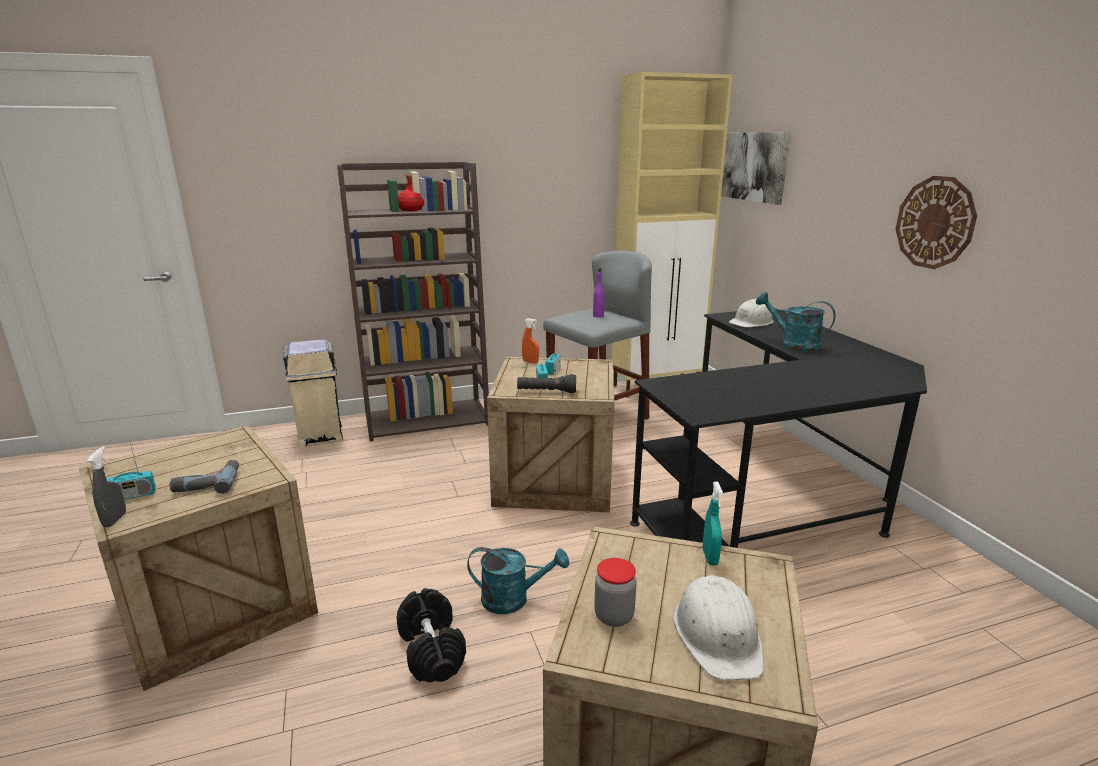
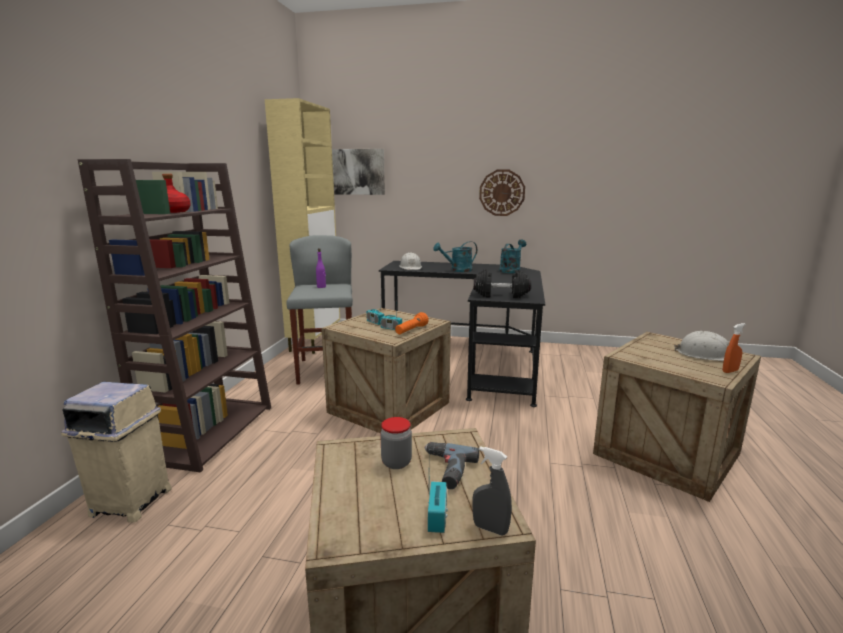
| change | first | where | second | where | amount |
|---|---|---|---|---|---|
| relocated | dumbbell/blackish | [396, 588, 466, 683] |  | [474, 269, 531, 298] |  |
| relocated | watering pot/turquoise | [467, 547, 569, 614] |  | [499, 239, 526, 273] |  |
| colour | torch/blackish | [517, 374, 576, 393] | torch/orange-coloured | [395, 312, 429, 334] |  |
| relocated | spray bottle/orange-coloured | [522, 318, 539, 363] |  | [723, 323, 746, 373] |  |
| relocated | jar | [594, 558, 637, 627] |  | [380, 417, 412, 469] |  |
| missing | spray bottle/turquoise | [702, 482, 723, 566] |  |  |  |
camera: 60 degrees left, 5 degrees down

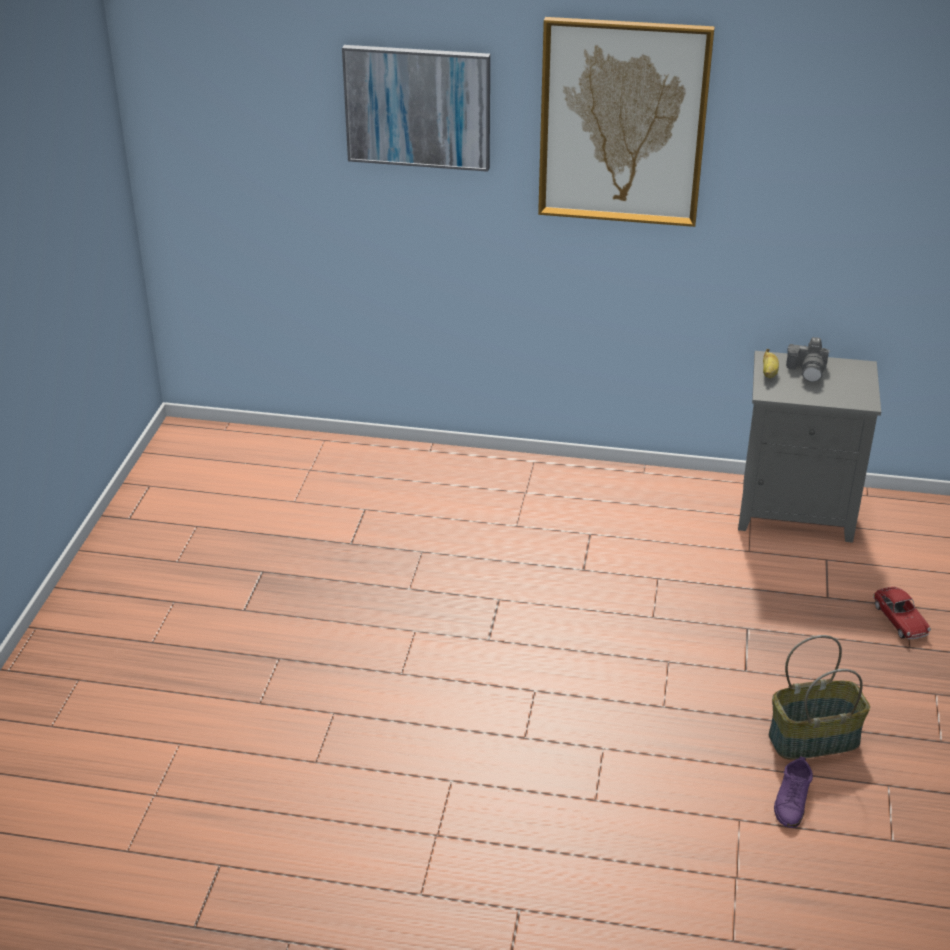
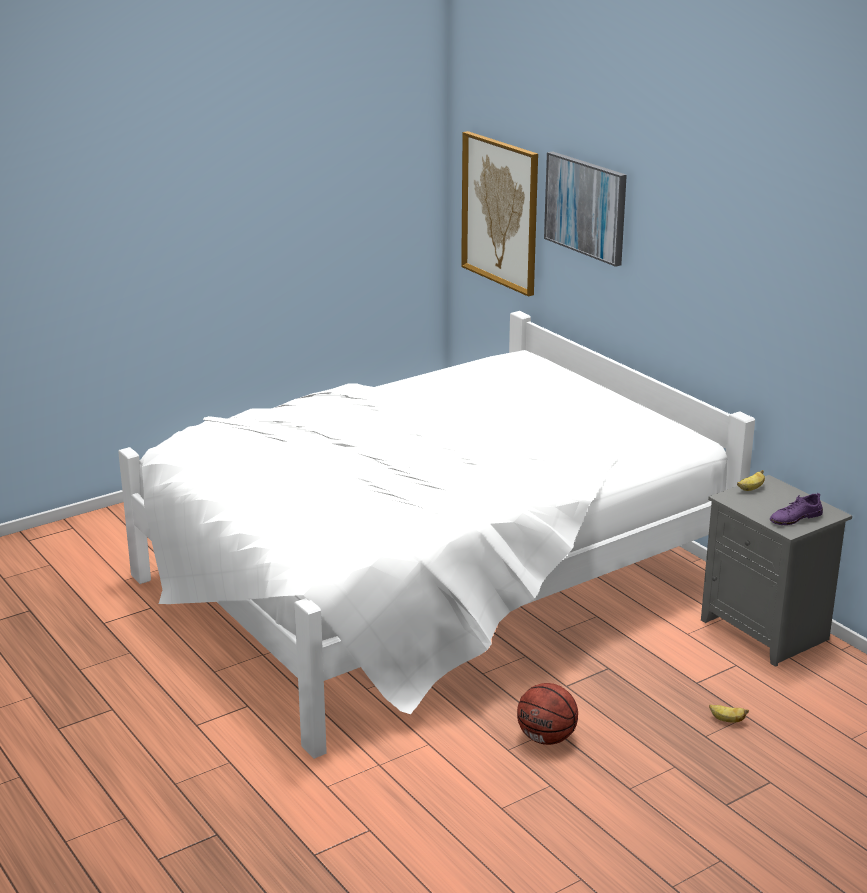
| change | first | where | second | where | amount |
|---|---|---|---|---|---|
| relocated | picture | [538, 17, 715, 227] |  | [461, 131, 538, 296] |  |
| exchanged | basket | [769, 635, 870, 760] | basketball ball | [517, 683, 578, 745] |  |
| relocated | low shoe/purplish | [774, 756, 813, 828] |  | [770, 493, 823, 525] |  |
| missing | still camera | [786, 337, 830, 382] |  |  |  |
| exchanged | miniature car | [873, 587, 931, 639] | whole banana | [709, 704, 749, 723] |  |
| appeared |  |  | sleeping bed/white | [118, 311, 755, 759] |  |
camera: 45 degrees right, 10 degrees down

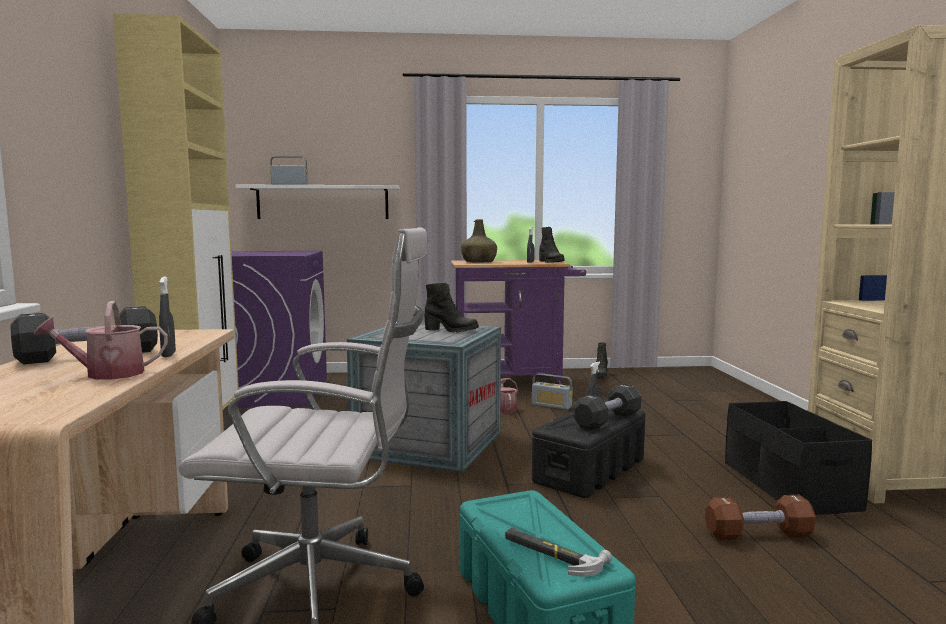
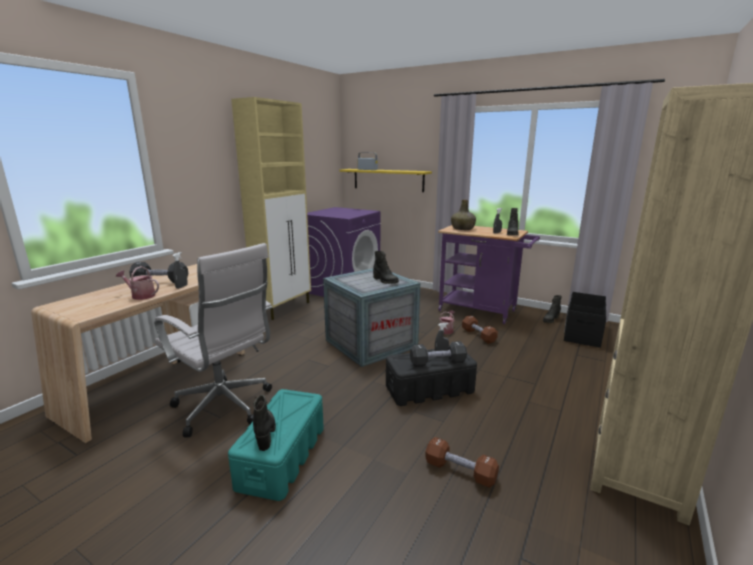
| change | first | where | second | where | amount |
|---|---|---|---|---|---|
| colour | wall shelf/white | [235, 185, 400, 219] | wall shelf/yellow-coloured | [340, 169, 432, 192] |  |
| exchanged | hand hammer | [505, 527, 612, 577] | tall boot/blackish | [253, 395, 276, 451] |  |
| exchanged | radio receiver | [532, 373, 573, 410] | dumbbell/brown | [462, 315, 498, 344] |  |
| relocated | storage bin/blackish | [725, 401, 872, 515] |  | [564, 292, 606, 348] |  |
camera: 35 degrees right, 10 degrees up

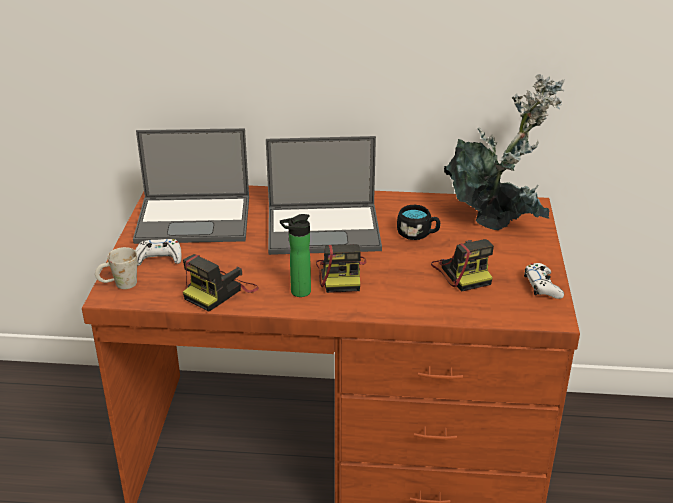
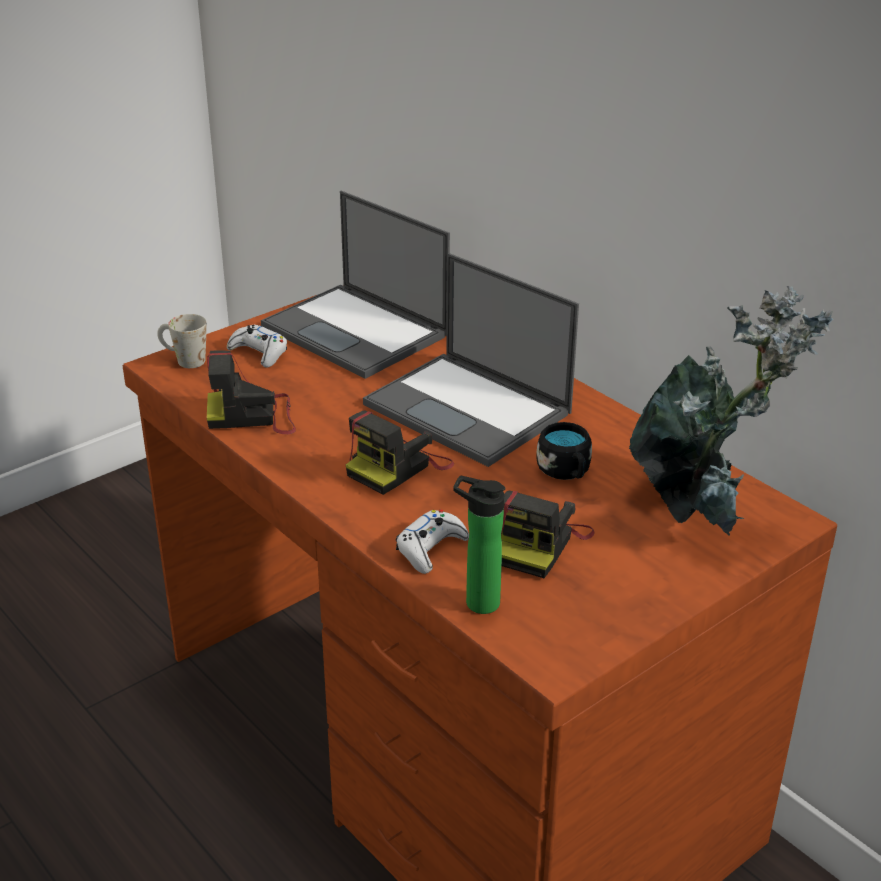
| change | first | where | second | where | amount |
|---|---|---|---|---|---|
| relocated | beverage bottle | [280, 214, 311, 297] |  | [453, 476, 505, 614] |  |
| relocated | game controller/white | [524, 263, 564, 299] |  | [396, 510, 469, 574] |  |
camera: 45 degrees right, 0 degrees up

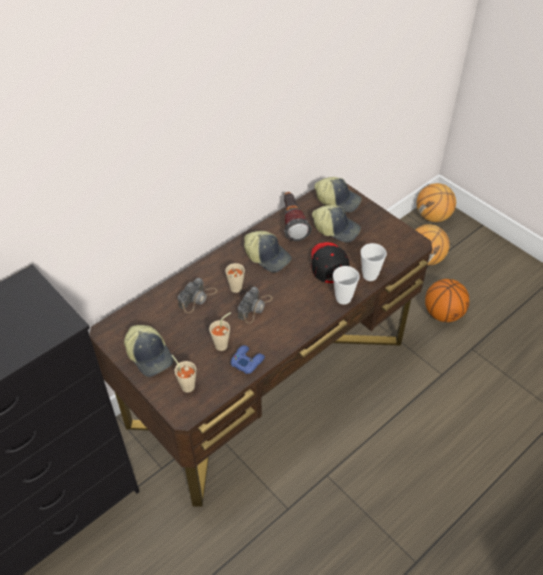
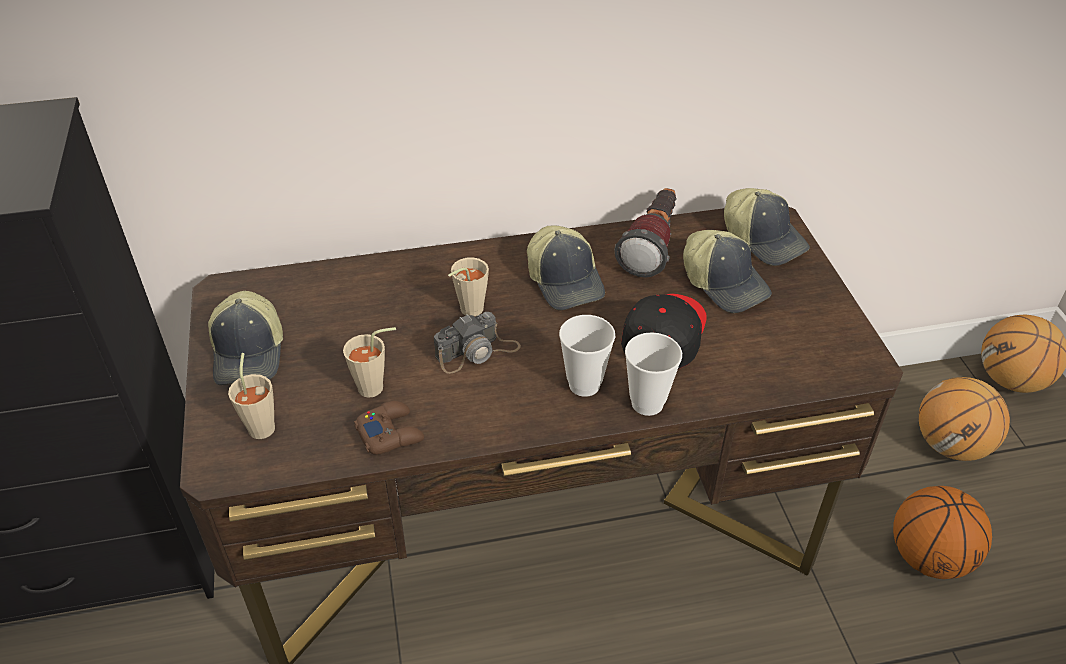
| change | first | where | second | where | amount |
|---|---|---|---|---|---|
| missing | still camera | [178, 278, 217, 313] |  |  |  |
| colour | game controller/blue-coloured | [231, 345, 265, 374] | game controller/brown | [354, 401, 424, 455] |  |
| relocated | drinking cup | [361, 243, 387, 281] |  | [559, 315, 615, 397] |  |
camera: 30 degrees right, 5 degrees down

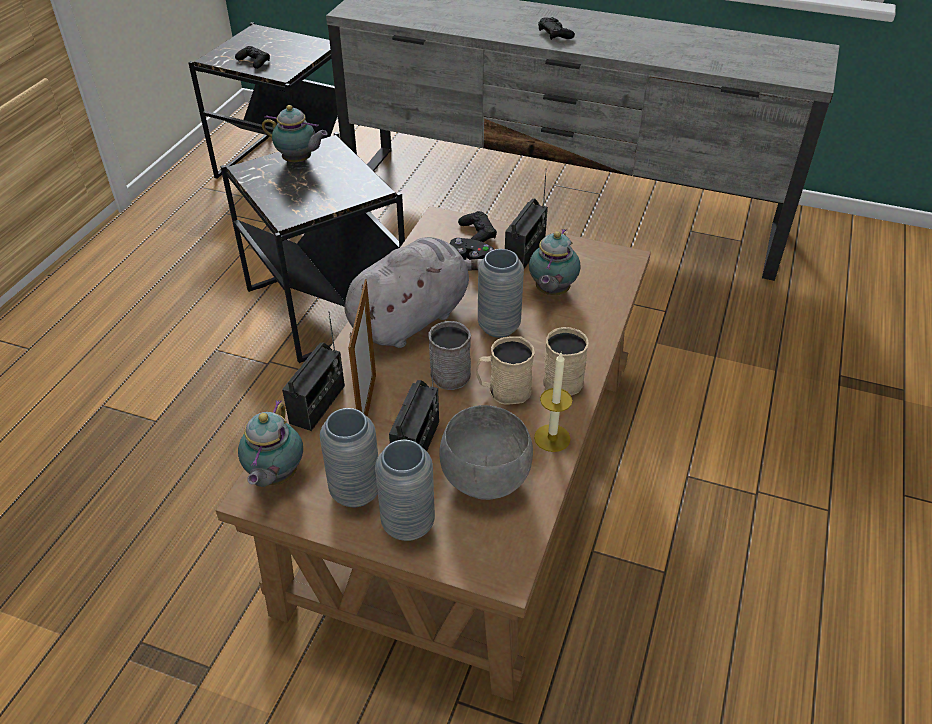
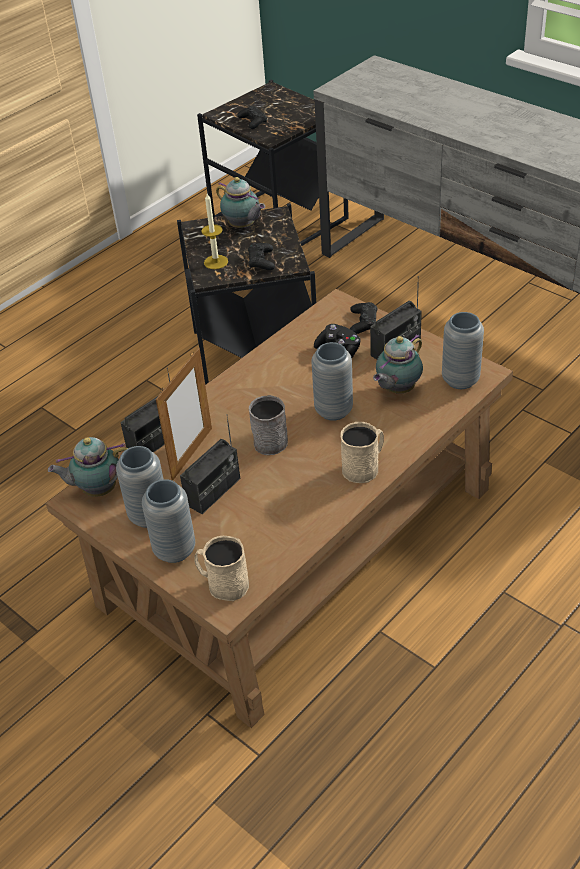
| change | first | where | second | where | amount |
|---|---|---|---|---|---|
| spun | pot for tea | [238, 400, 303, 487] |  | [48, 437, 128, 497] | 45 degrees clockwise |
| missing | cuddly toy/grey | [345, 237, 483, 348] |  |  |  |
| missing | deep dish/grey | [439, 405, 533, 500] |  |  |  |
| relocated | coffee mug/beige-coloured | [476, 336, 535, 404] |  | [194, 536, 249, 601] |  |
| relocated | wax light | [534, 353, 572, 452] |  | [201, 193, 228, 269] |  |
| relocated | game controller/blackish | [538, 17, 575, 40] |  | [248, 243, 275, 270] |  |
| appeared |  |  | decorative vase/grey | [442, 312, 484, 389] |  |
camera: 25 degrees right, 0 degrees up

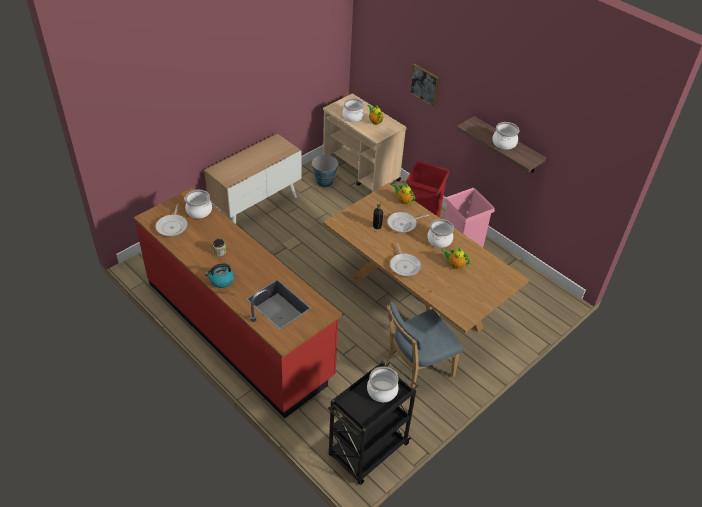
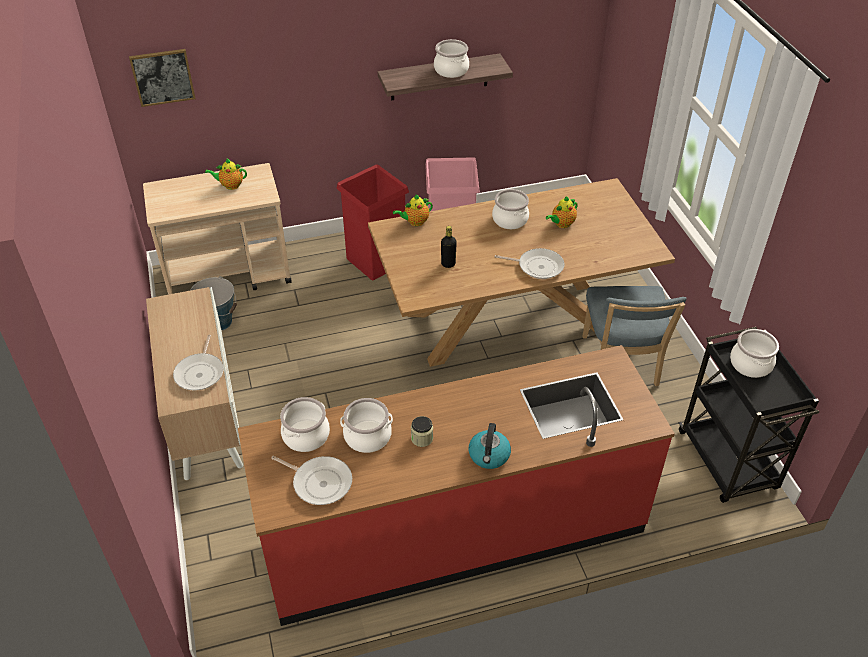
| change | first | where | second | where | amount |
|---|---|---|---|---|---|
| relocated | saucepot | [342, 98, 364, 122] |  | [340, 398, 393, 453] |  |
| relocated | frying pan | [387, 212, 429, 233] |  | [173, 335, 224, 390] |  |
| relocated | picture | [409, 64, 439, 107] |  | [129, 49, 196, 107] |  |
camera: 60 degrees left, 0 degrees up

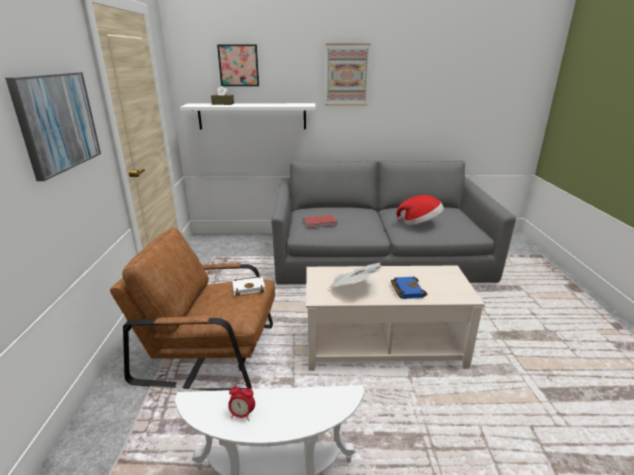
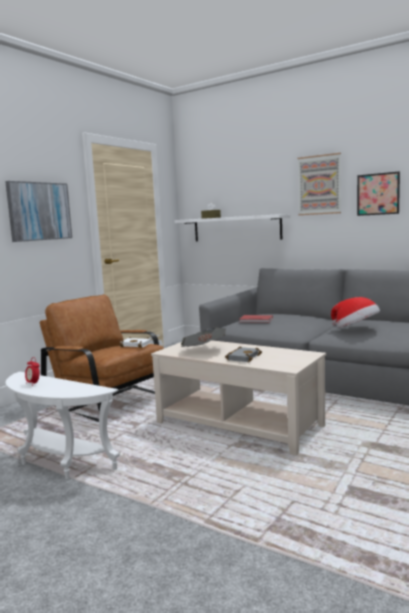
| change | first | where | second | where | amount |
|---|---|---|---|---|---|
| relocated | picture | [217, 45, 259, 86] |  | [357, 171, 400, 216] |  |
| colour | volume/blue-coloured | [391, 277, 427, 299] | volume/grey | [225, 346, 262, 362] |  |
camera: 35 degrees right, 15 degrees down

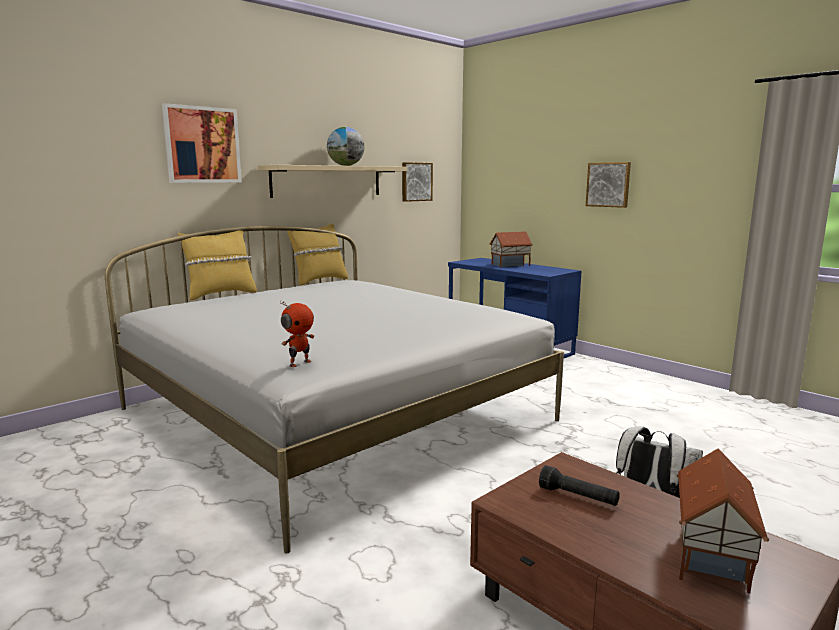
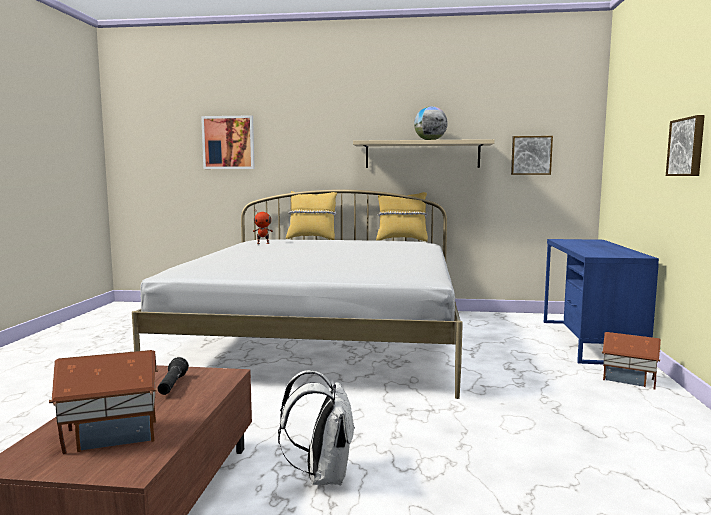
| change | first | where | second | where | amount |
|---|---|---|---|---|---|
| relocated | picture | [162, 103, 242, 183] |  | [201, 115, 255, 169] |  |
| relocated | model robot | [280, 301, 314, 367] |  | [253, 209, 273, 244] |  |
| relocated | model house | [490, 231, 533, 267] |  | [602, 332, 661, 390] |  |
camera: 50 degrees right, 5 degrees down

